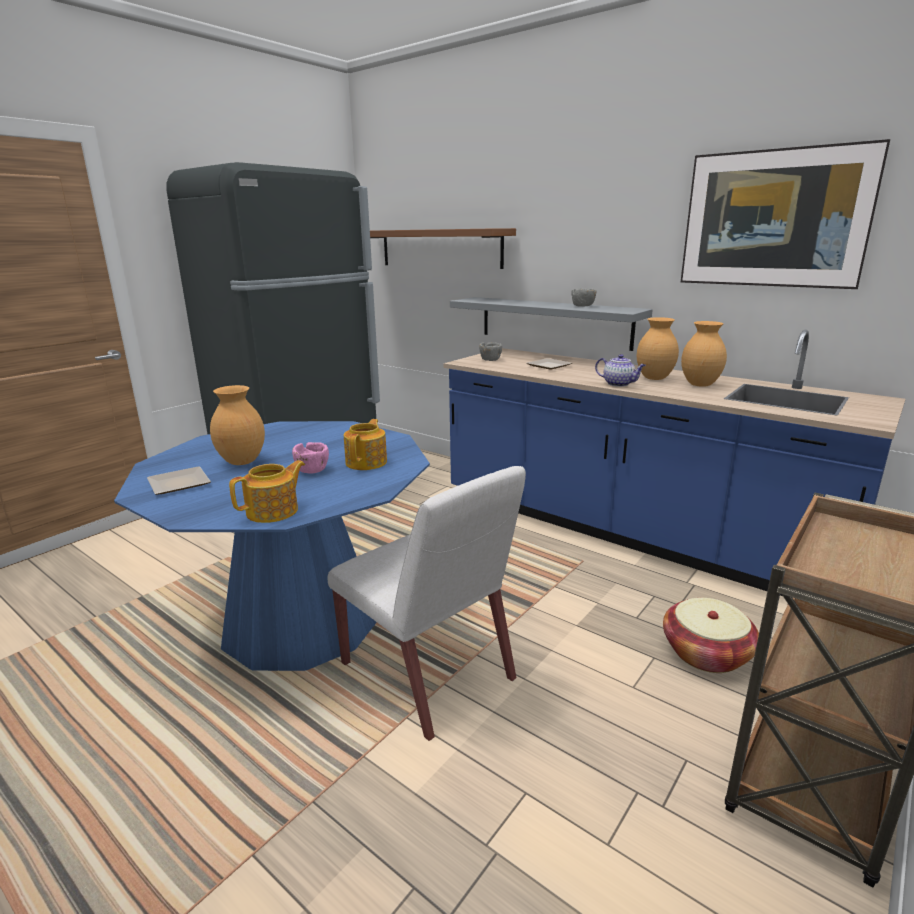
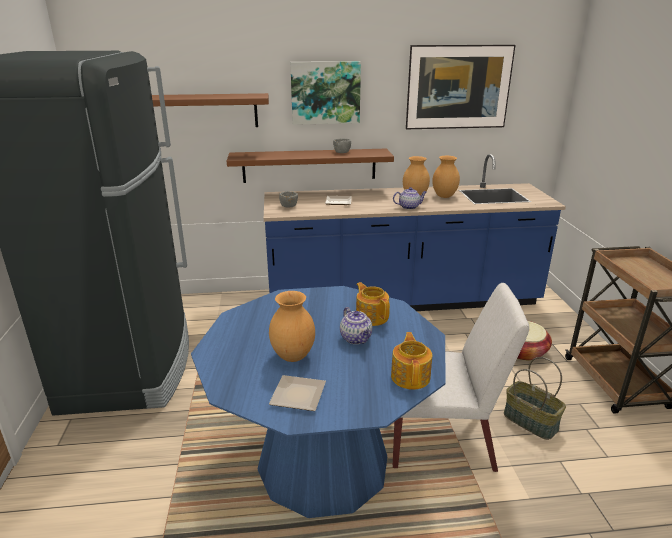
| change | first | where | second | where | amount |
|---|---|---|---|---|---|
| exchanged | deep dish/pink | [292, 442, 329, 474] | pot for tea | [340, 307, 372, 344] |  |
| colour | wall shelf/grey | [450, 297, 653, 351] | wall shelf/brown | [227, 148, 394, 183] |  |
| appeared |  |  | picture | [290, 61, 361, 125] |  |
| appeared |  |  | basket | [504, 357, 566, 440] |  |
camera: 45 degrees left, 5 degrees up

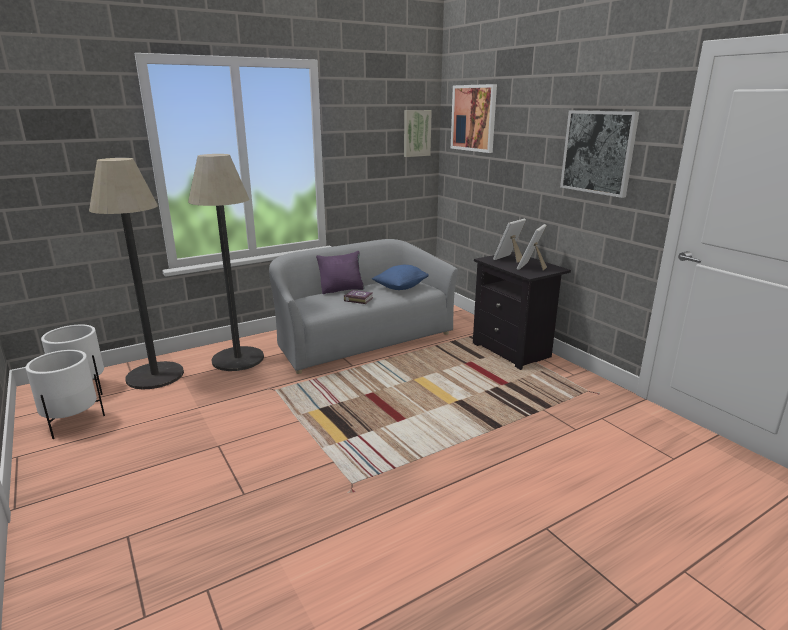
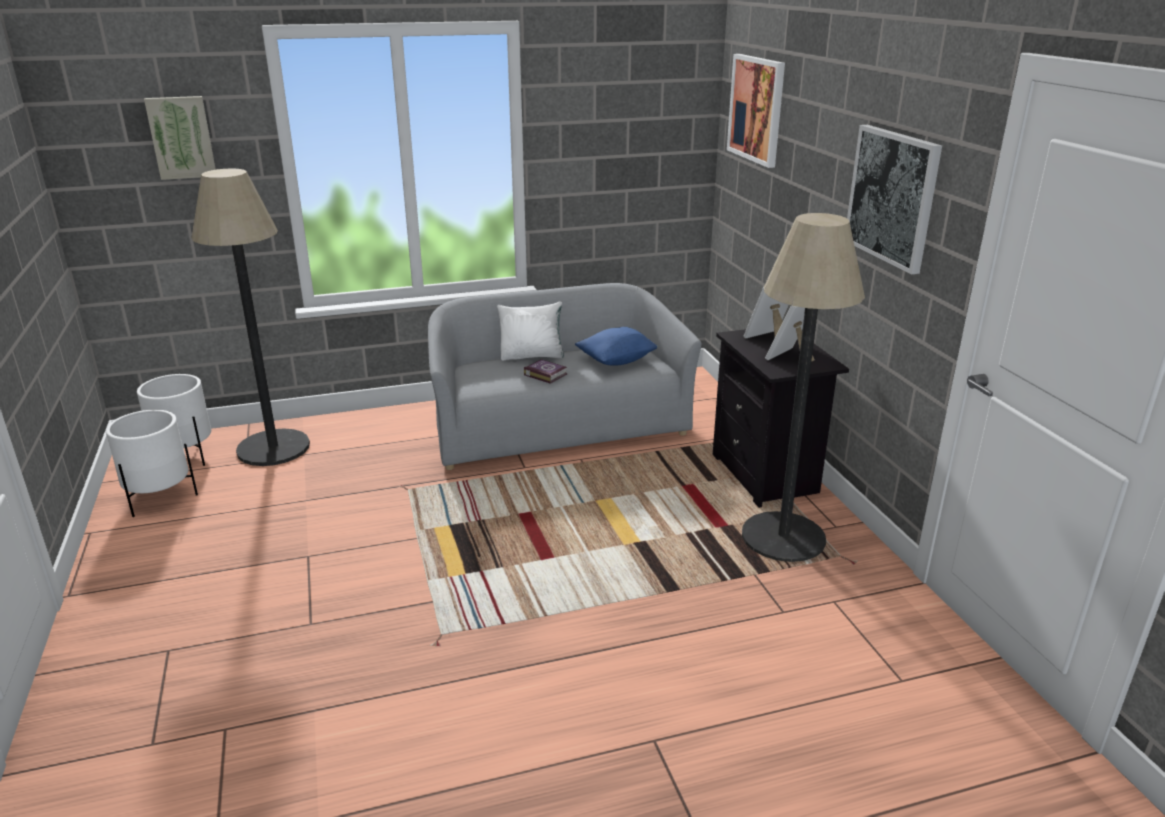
| change | first | where | second | where | amount |
|---|---|---|---|---|---|
| relocated | standard lamp | [188, 154, 264, 371] |  | [742, 213, 865, 562] |  |
| colour | pillow/purplish | [316, 251, 365, 294] | pillow/white | [497, 301, 564, 361] |  |
| relocated | picture | [404, 110, 432, 157] |  | [144, 96, 216, 180] |  |
camera: 15 degrees right, 5 degrees up

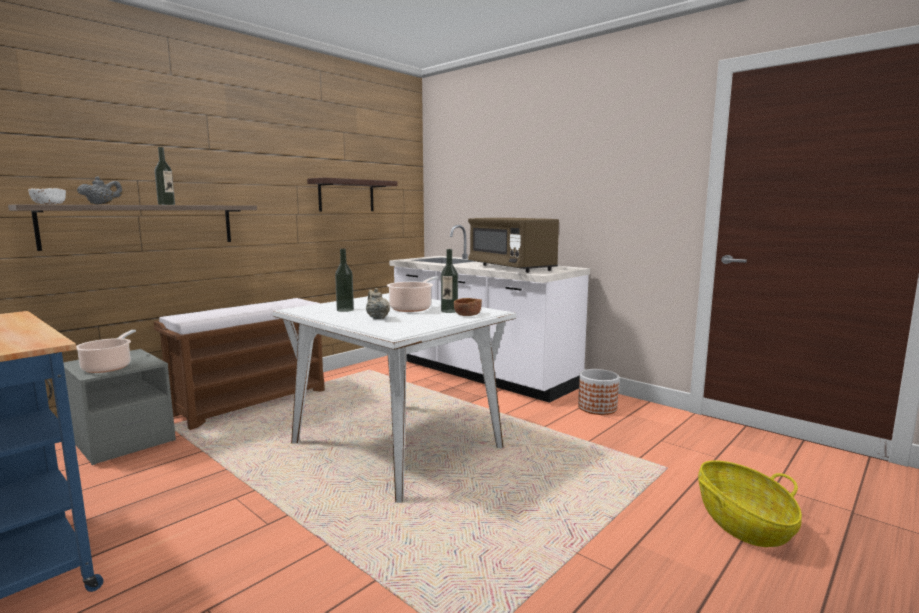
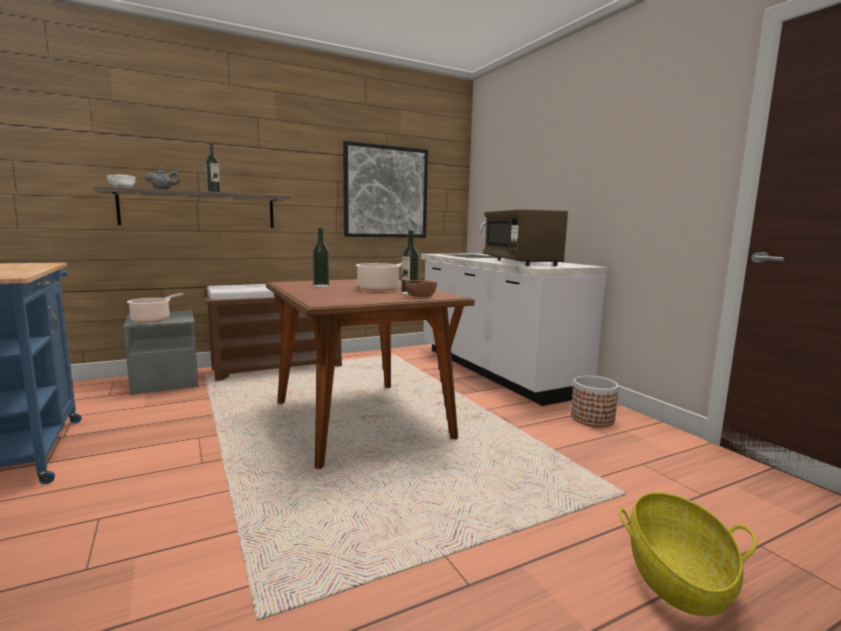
| change | first | where | second | where | amount |
|---|---|---|---|---|---|
| colour | dining table/white | [273, 293, 516, 503] | dining table/brown | [266, 279, 475, 469] |  |
| exchanged | wall shelf | [307, 177, 397, 211] | picture | [343, 141, 428, 238] |  |
| missing | pot for tea/beige-coloured | [366, 288, 390, 319] |  |  |  |
camera: 20 degrees right, 0 degrees up

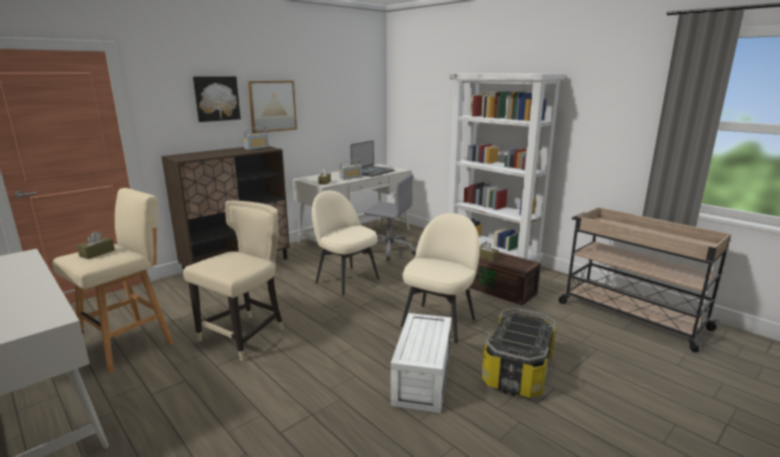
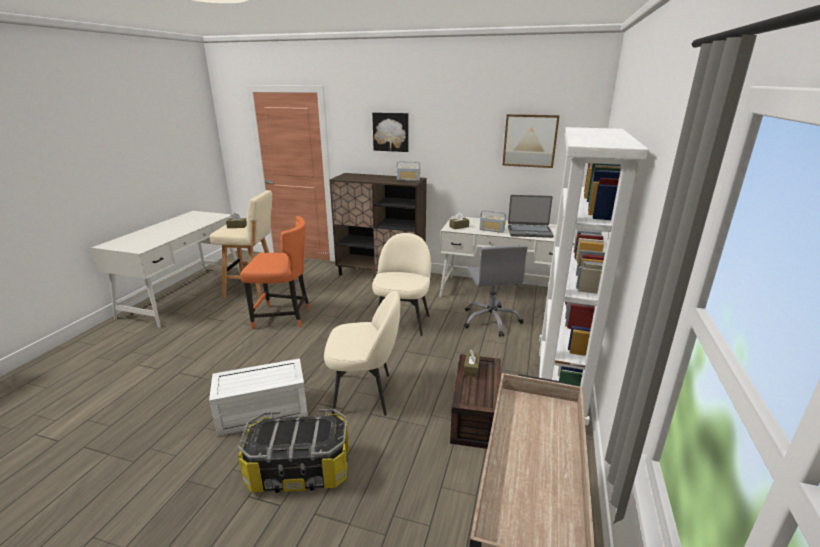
| change | first | where | second | where | amount |
|---|---|---|---|---|---|
| colour | upright chair/beige-coloured | [183, 201, 284, 361] | upright chair/orange-coloured | [240, 216, 310, 329] |  |
| relocated | picture | [247, 81, 297, 133] |  | [502, 114, 560, 168] |  |
camera: 60 degrees right, 5 degrees up

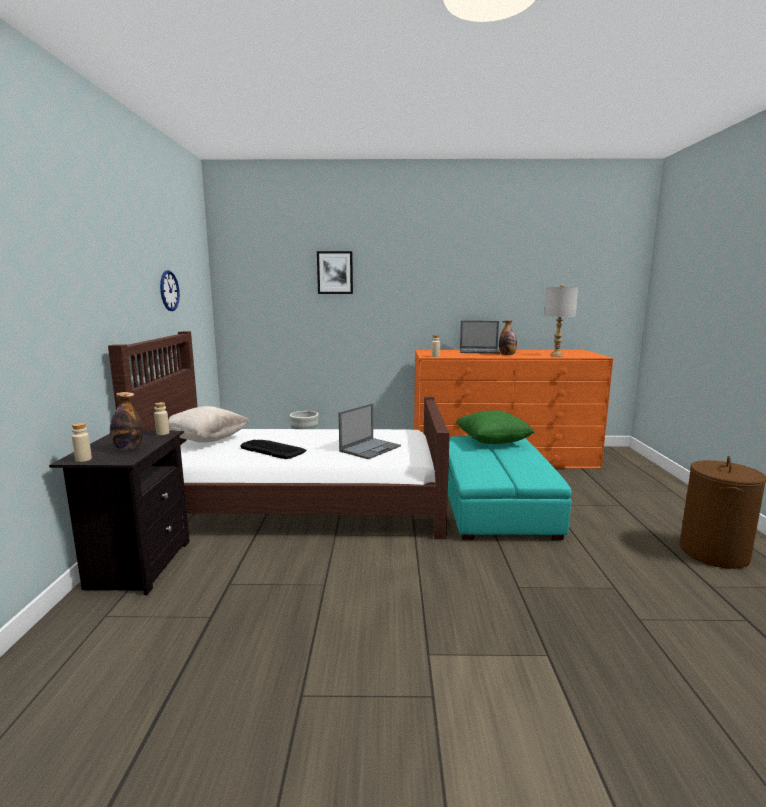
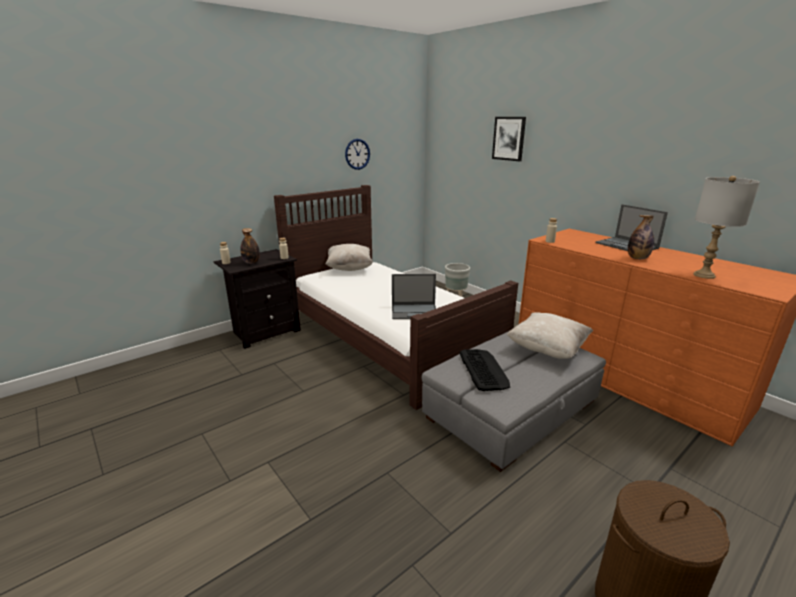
| change | first | where | second | where | amount |
|---|---|---|---|---|---|
| relocated | keyboard | [240, 439, 307, 459] |  | [460, 349, 510, 391] |  |
| colour | ottoman/turquoise | [448, 436, 572, 540] | ottoman/grey | [421, 331, 606, 472] |  |
| colour | pillow/green-coloured | [456, 410, 535, 444] | pillow/beige-coloured | [506, 312, 593, 359] |  |
camera: 50 degrees right, 10 degrees up

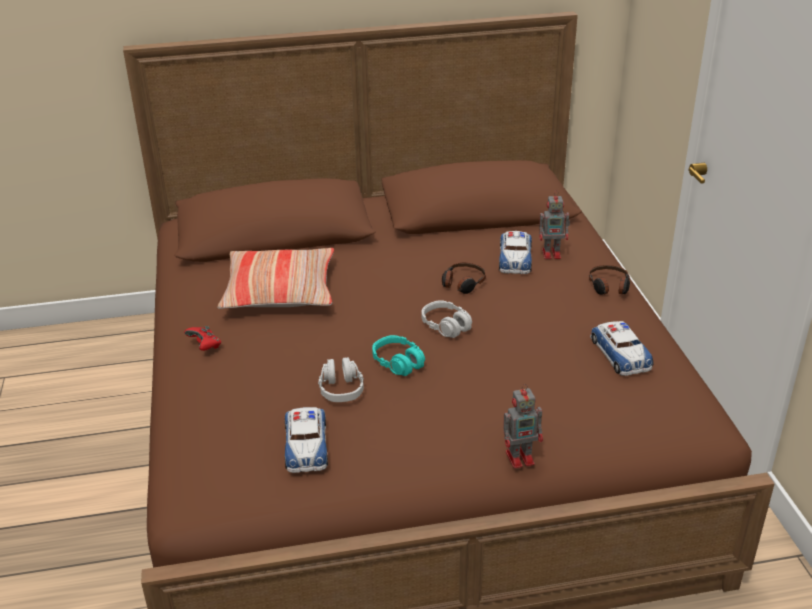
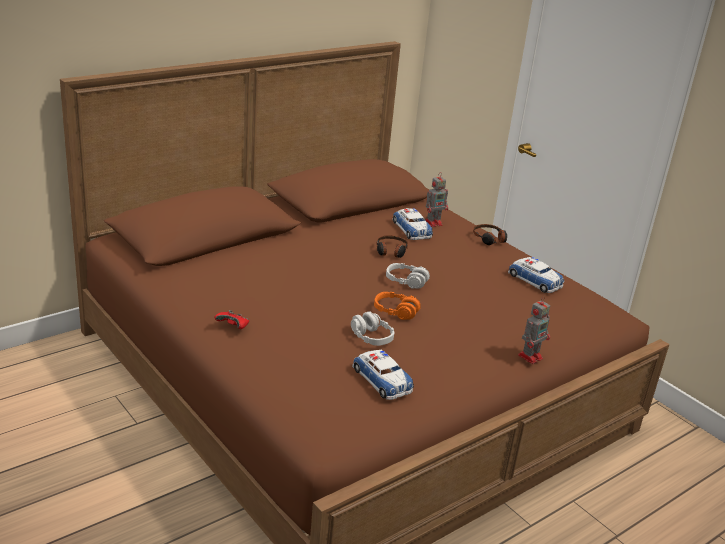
| change | first | where | second | where | amount |
|---|---|---|---|---|---|
| missing | pillow | [217, 248, 334, 309] |  |  |  |
| colour | pair of headphones/turquoise | [372, 335, 425, 376] | pair of headphones/orange-coloured | [374, 292, 421, 320] |  |
camera: 30 degrees left, 5 degrees down

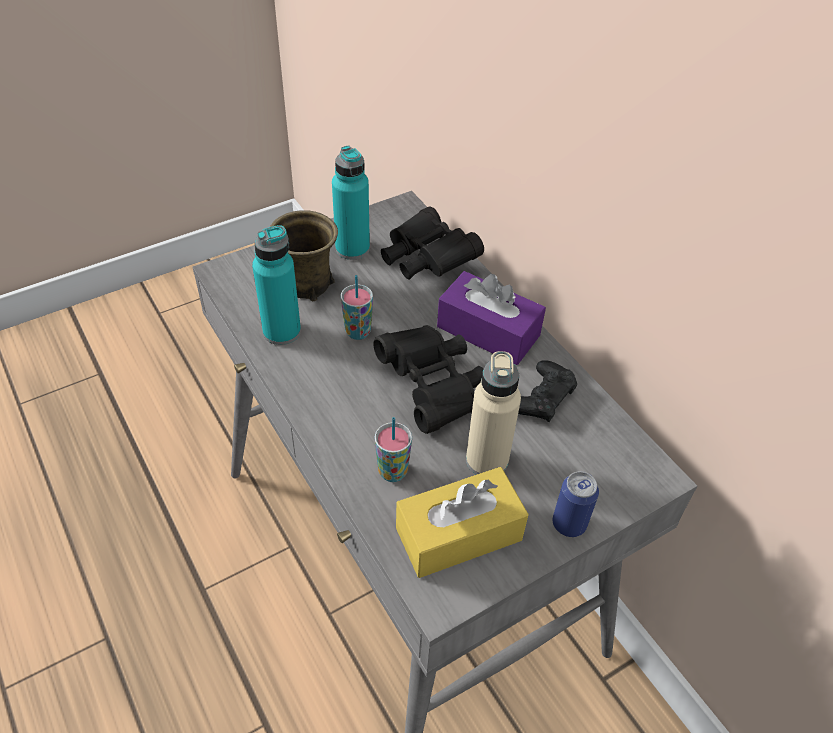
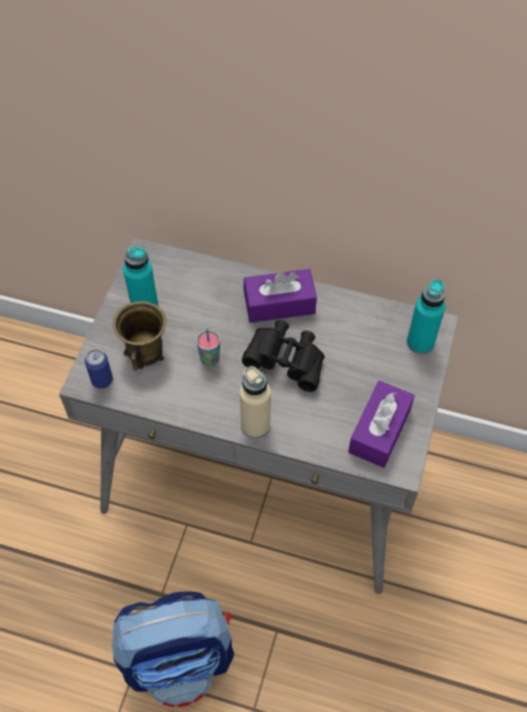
| change | first | where | second | where | amount |
|---|---|---|---|---|---|
| relocated | beverage bottle/turquoise | [252, 225, 301, 345] |  | [407, 279, 446, 354] |  |
| missing | drinking cup | [375, 417, 412, 482] |  |  |  |
| missing | pair of binoculars/blackish | [381, 207, 484, 280] |  |  |  |
| colour | box of tissues/yellow-coloured | [396, 467, 529, 578] | box of tissues/purplish | [348, 381, 415, 468] |  |
| relocated | beverage bottle/beige-coloured | [466, 351, 521, 475] |  | [240, 366, 271, 439] |  |
| missing | game controller/blackish | [518, 360, 577, 422] |  |  |  |
| relocated | metal can | [553, 471, 599, 537] |  | [85, 349, 113, 389] |  |
| appeared |  |  | rucksack | [111, 592, 234, 707] |  |
camera: 40 degrees left, 10 degrees up

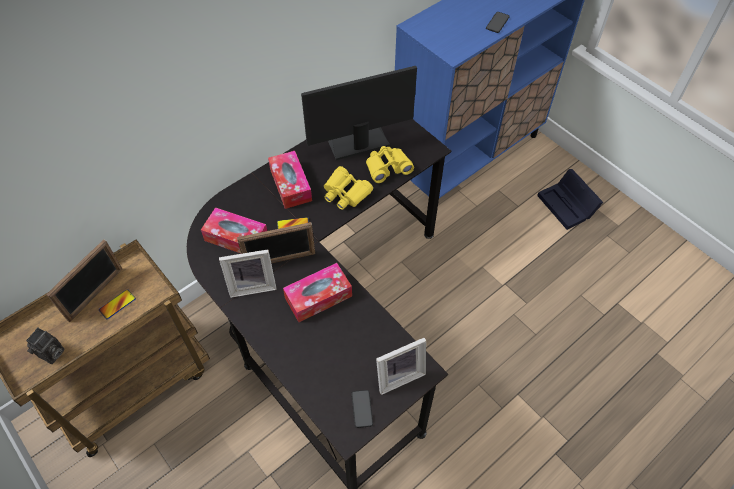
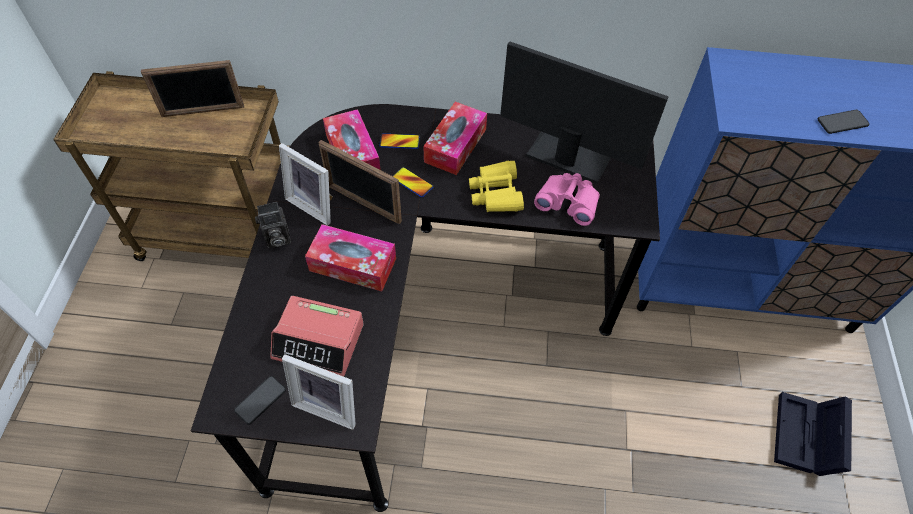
| change | first | where | second | where | amount |
|---|---|---|---|---|---|
| relocated | still camera | [26, 327, 65, 364] |  | [255, 202, 291, 248] |  |
| relocated | telephone | [99, 289, 136, 319] |  | [379, 134, 420, 149] |  |
| colour | pair of binoculars/yellow-coloured | [366, 146, 414, 183] | pair of binoculars/pink | [534, 173, 600, 226] |  |
| appeared |  |  | table clock | [270, 296, 364, 377] |  |
camera: 45 degrees right, 0 degrees up

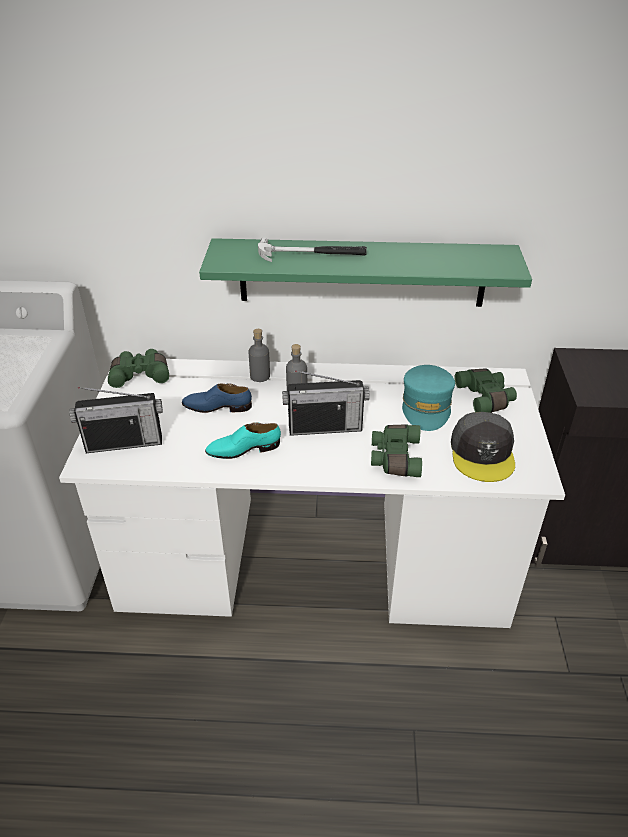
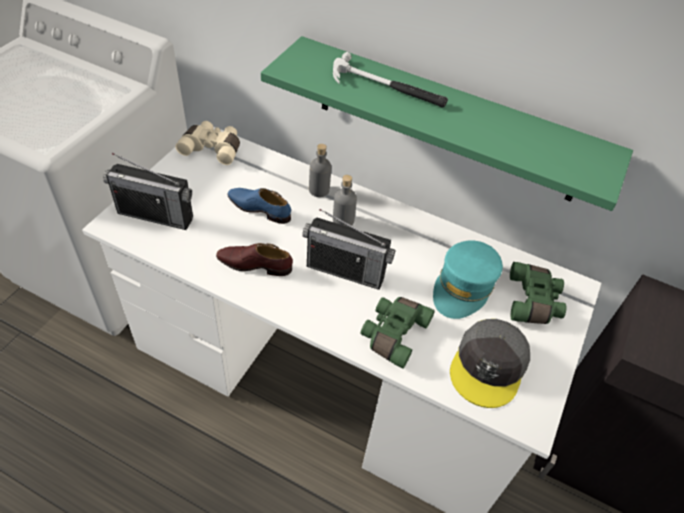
| change | first | where | second | where | amount |
|---|---|---|---|---|---|
| colour | pair of binoculars/green-coloured | [108, 349, 169, 388] | pair of binoculars/beige-coloured | [175, 121, 240, 165] |  |
| colour | low shoe/turquoise | [205, 422, 281, 459] | low shoe/brown | [216, 243, 293, 276] |  |
camera: 20 degrees right, 10 degrees up

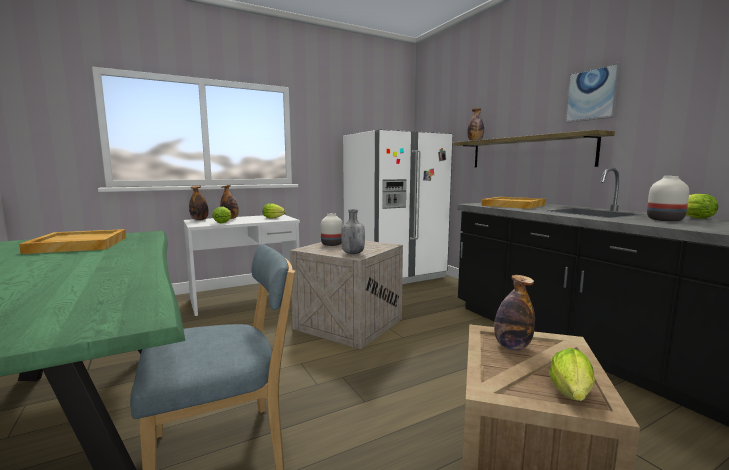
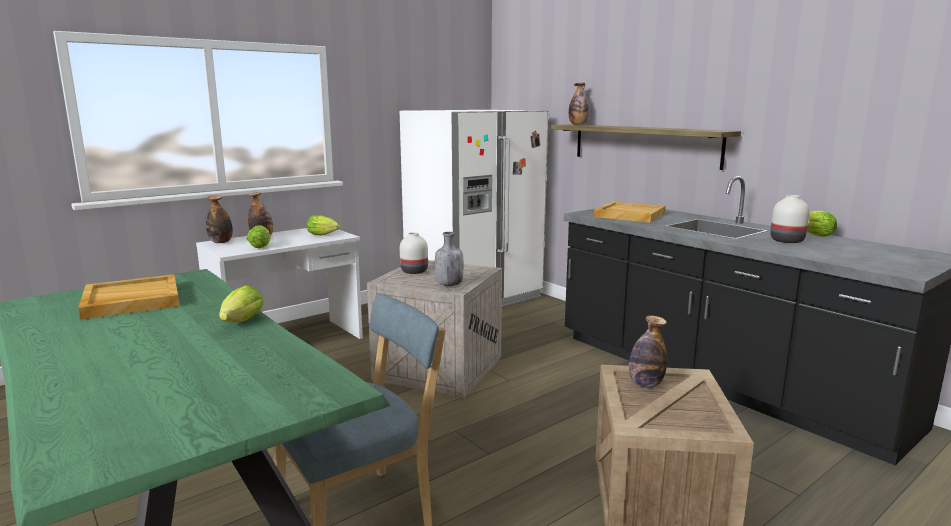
| change | first | where | second | where | amount |
|---|---|---|---|---|---|
| relocated | head of lettuce | [549, 348, 595, 401] |  | [219, 285, 264, 323] |  |
| missing | picture | [565, 63, 621, 123] |  |  |  |
camera: 10 degrees left, 5 degrees up

